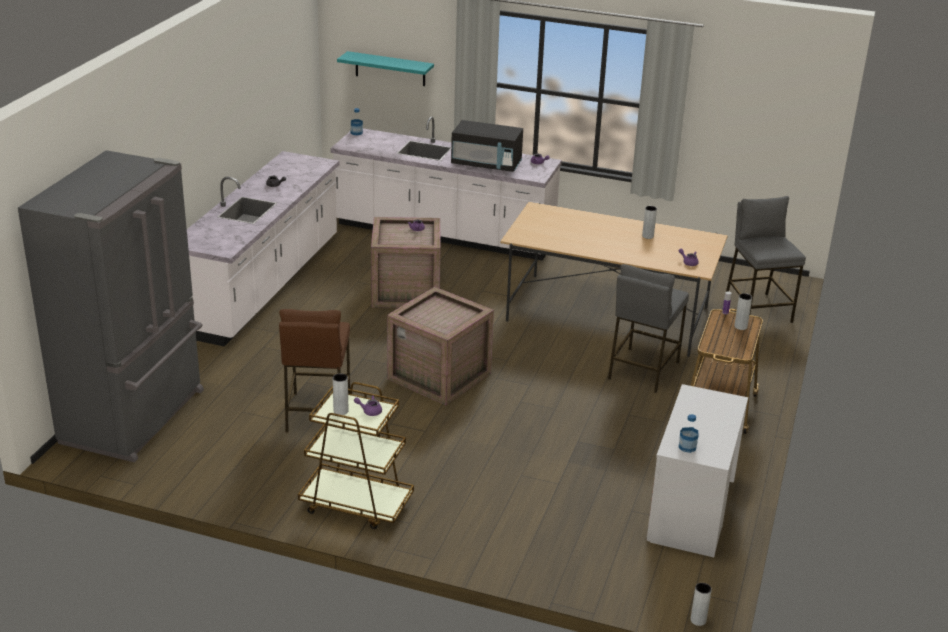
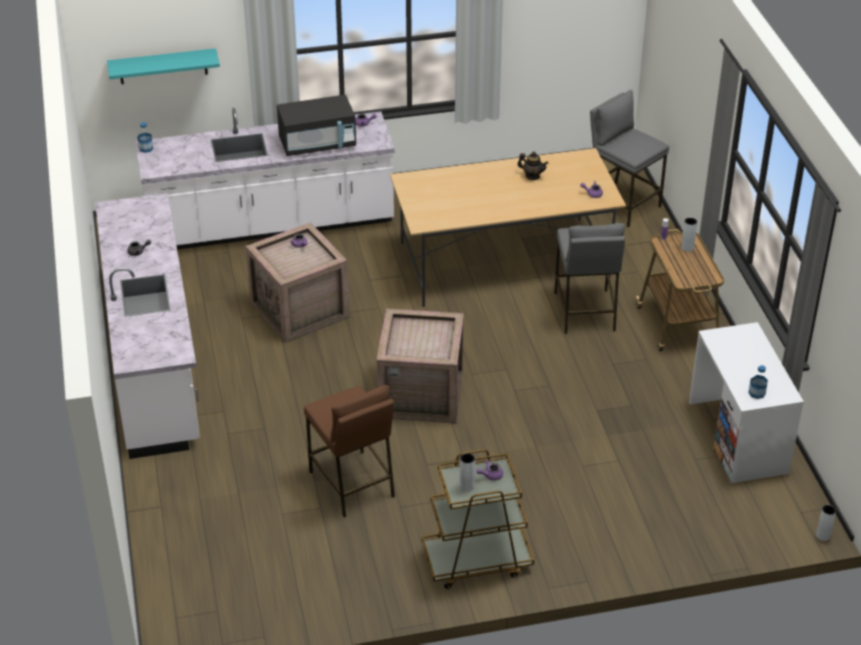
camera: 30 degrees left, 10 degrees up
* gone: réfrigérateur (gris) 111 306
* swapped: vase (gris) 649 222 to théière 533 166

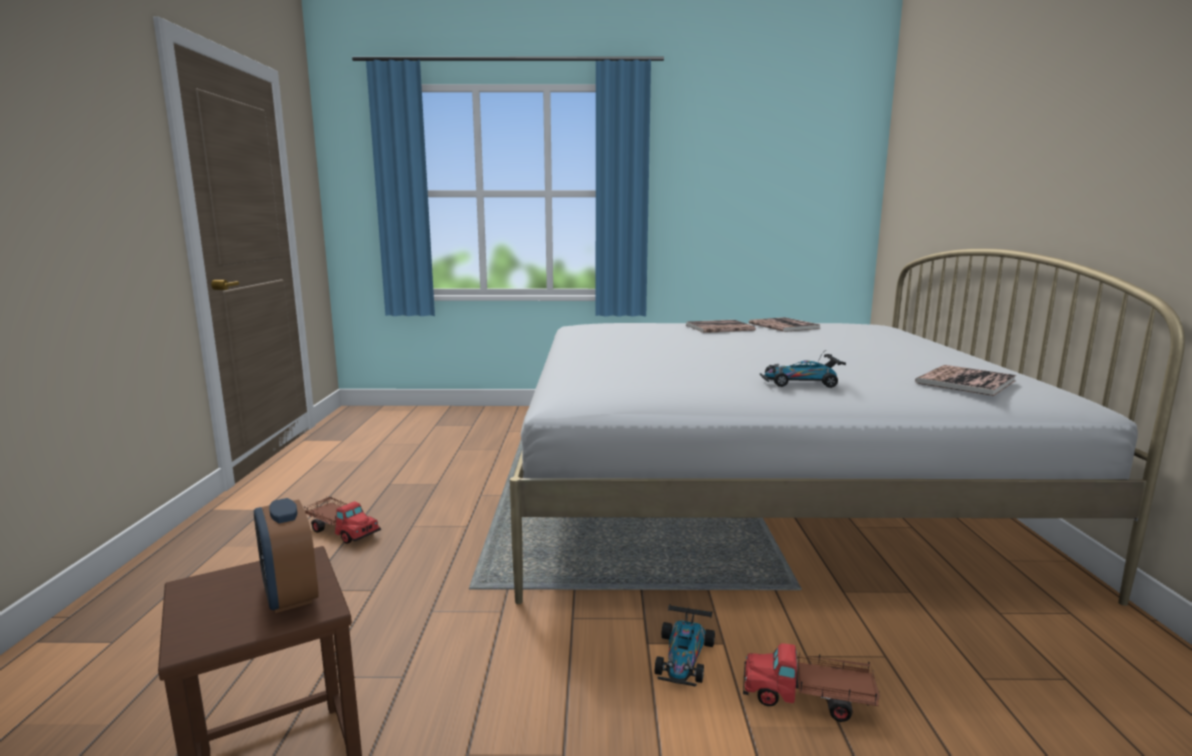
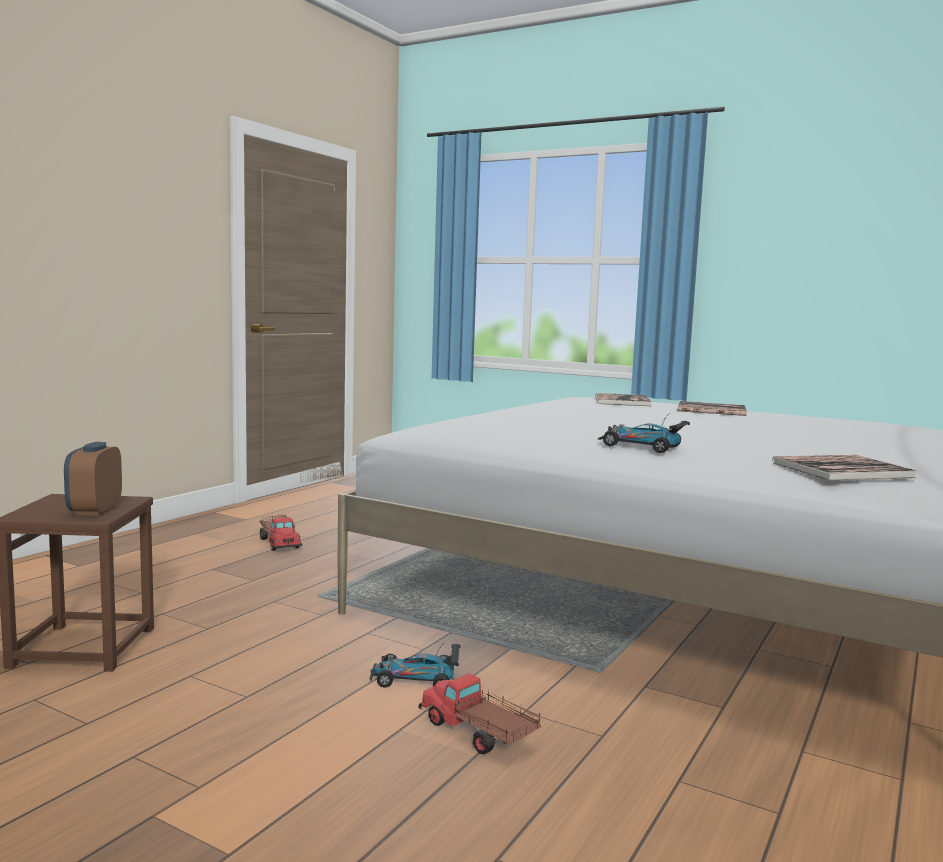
camera: 30 degrees right, 5 degrees down
* shifted: livre 785 324 to 623 399
* rotated: petite voiture 685 645 = 415 665 45 degrees clockwise

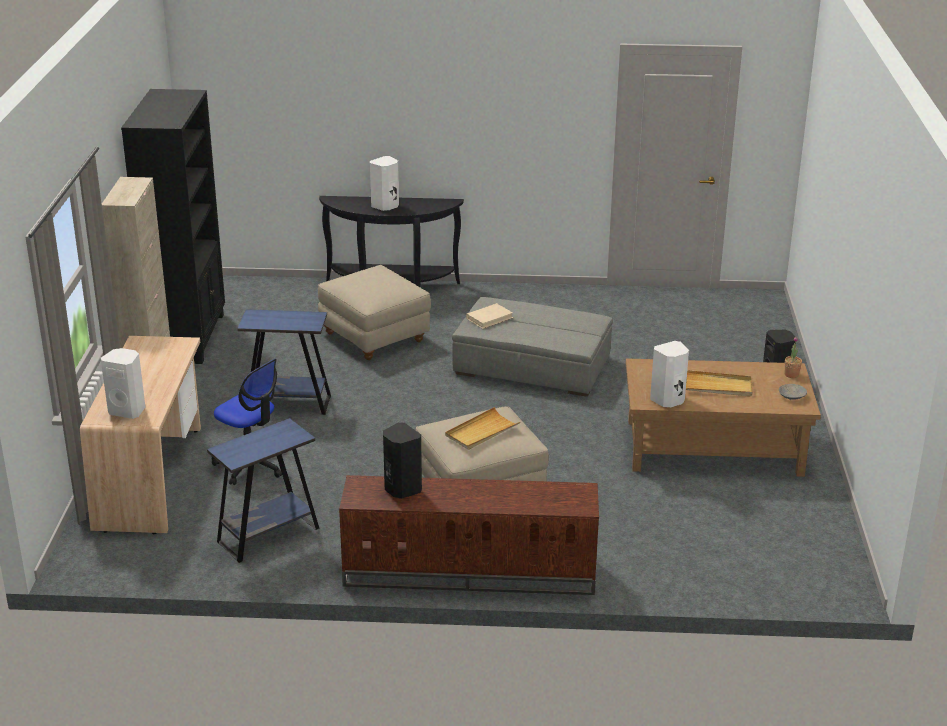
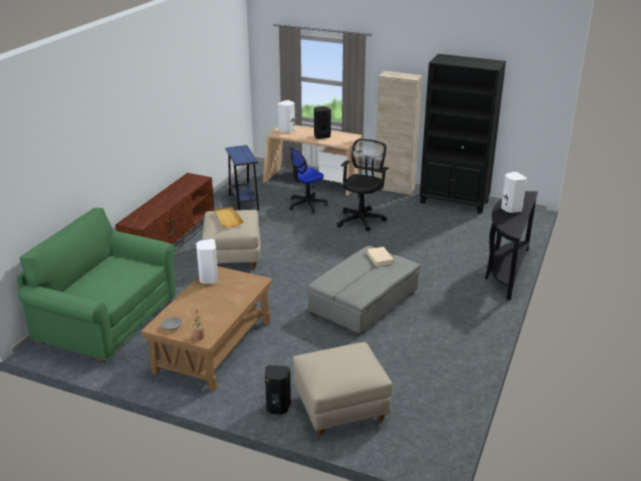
camera: 110 degrees right, 0 degrees up
* gone: plateau (beige) 719 383
* new: canapé (vert) 96 285
* shifted: pouf (beige) 374 312 to 343 388
* shifted: enceinte (noir) 402 460 to 322 122
* swapped: table d'appoint (bleu) 284 362 to chaise de bureau (noir) 363 185

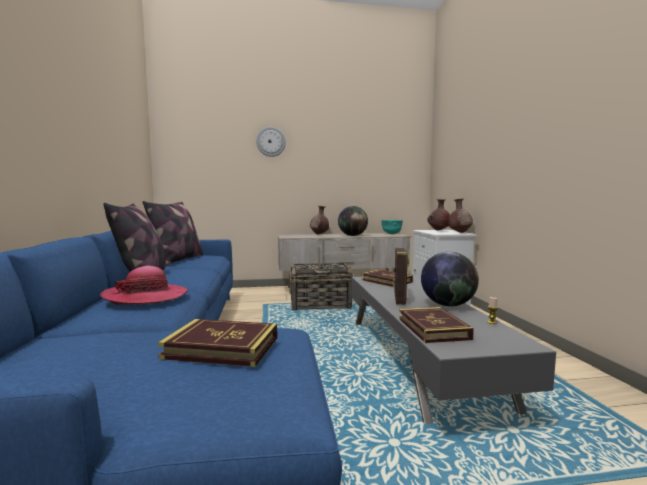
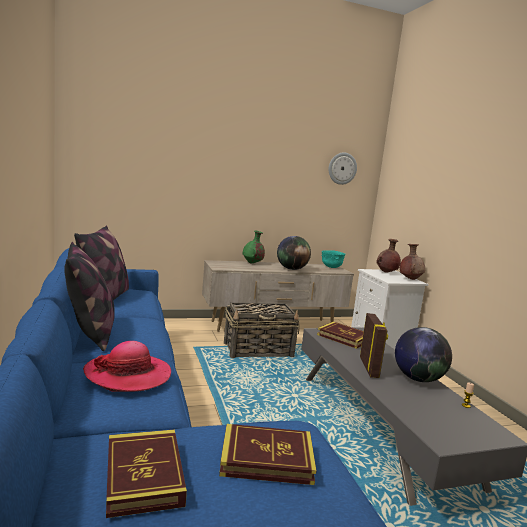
camera: 10 degrees left, 5 degrees up
* shifted: horloge murale 271 142 to 343 168
* shifted: livre 436 325 to 146 473
* repainted: vase (marron) 319 220 to vase (vert) 254 247

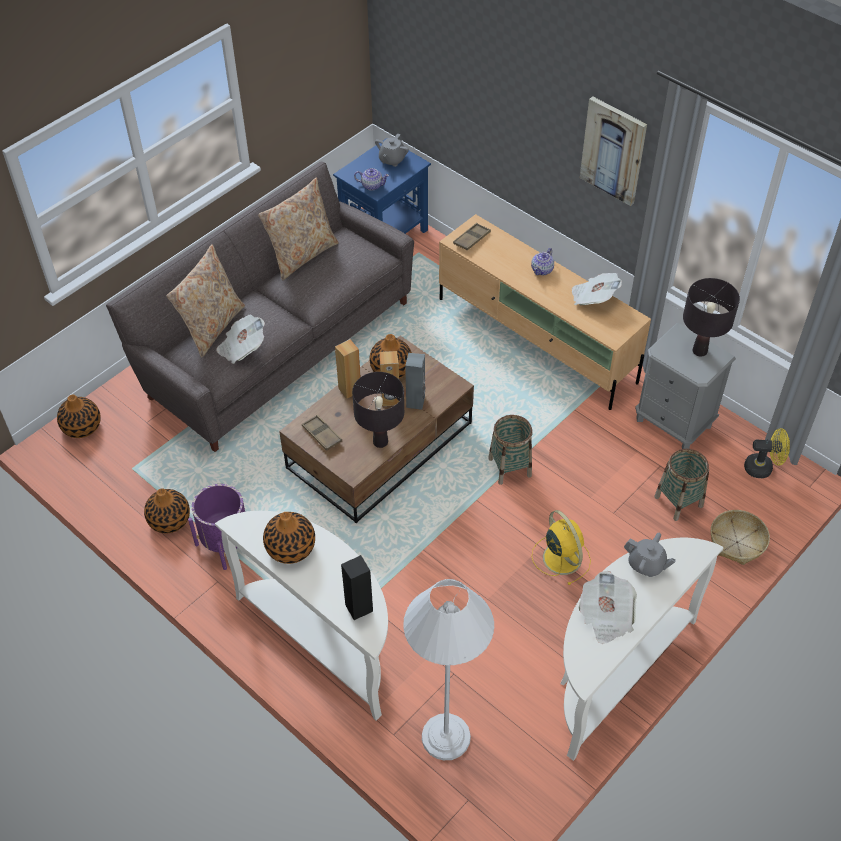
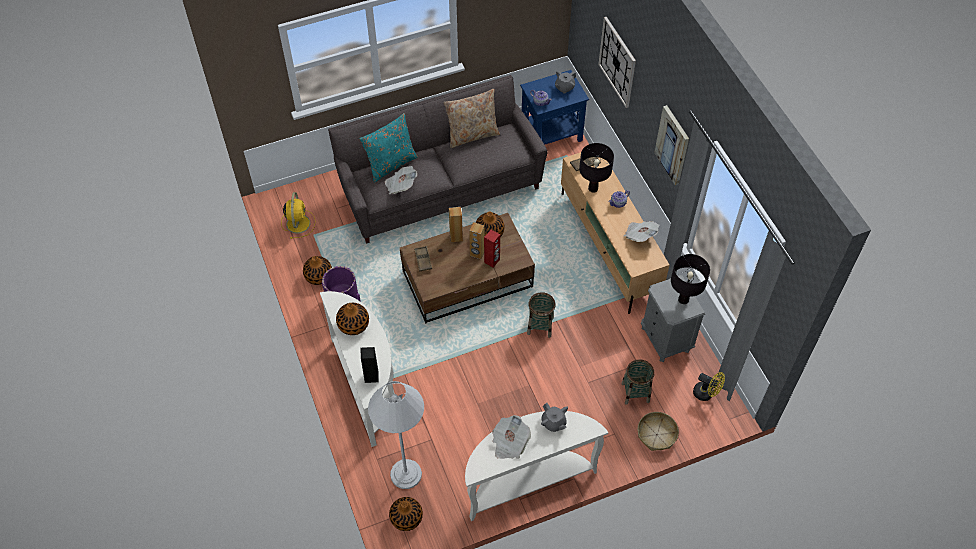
camera: 25 degrees right, 5 degrees up
* new: horloge murale 617 62
* shifted: vase 79 416 to 406 514
* shifted: lampe de table (noir) 378 410 to 596 168
* shifted: ventilateur (jaune) 561 547 to 298 215
* repainted: coussin (beige) 206 300 to coussin (turquoise) 389 148
* repainted: enceinte (gris) 415 381 to enceinte (rouge) 492 248

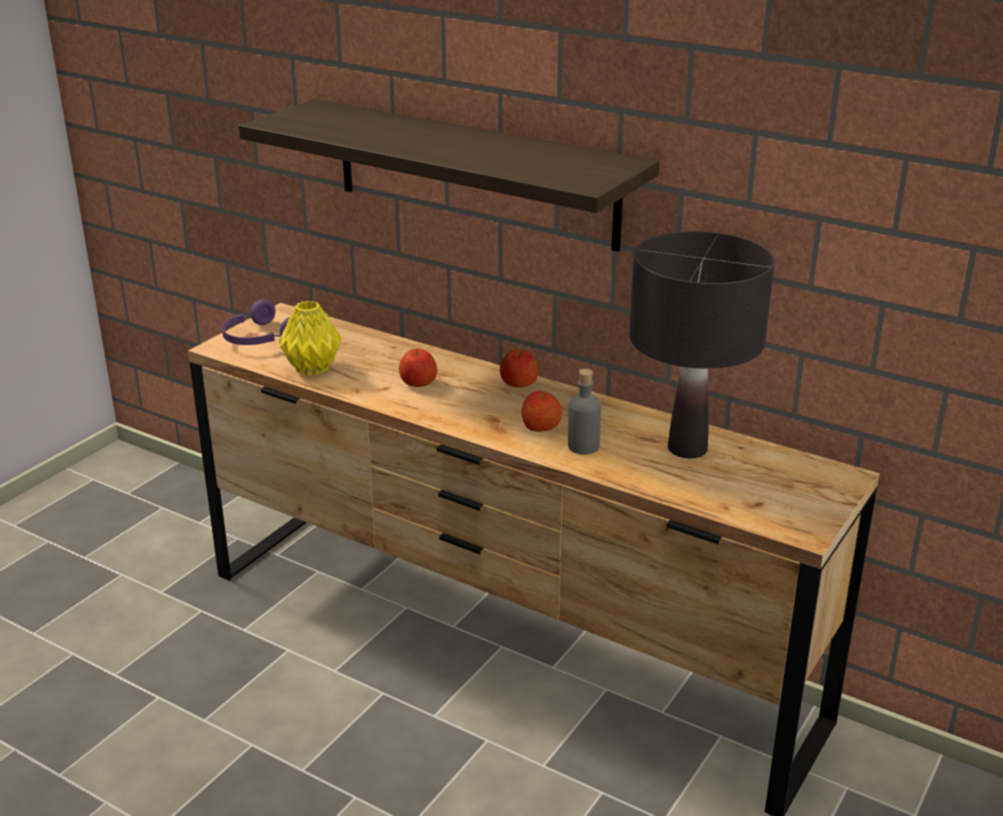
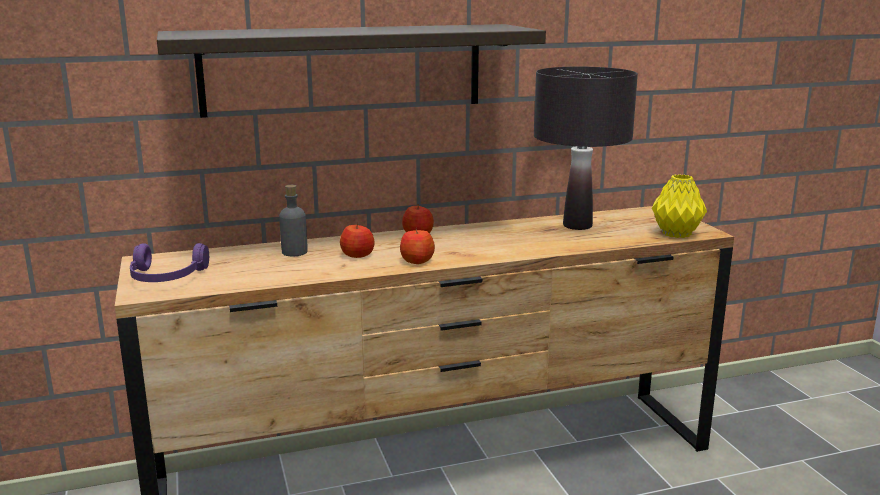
camera: 50 degrees left, 10 degrees down
* shifted: vase (jaune) 310 338 to 679 206
* shifted: pomme 541 411 to 417 246
* shifted: bouteille (gris) 584 412 to 293 220

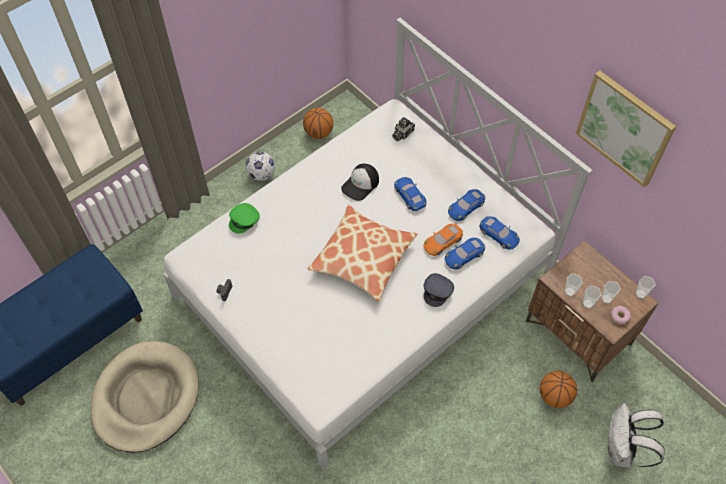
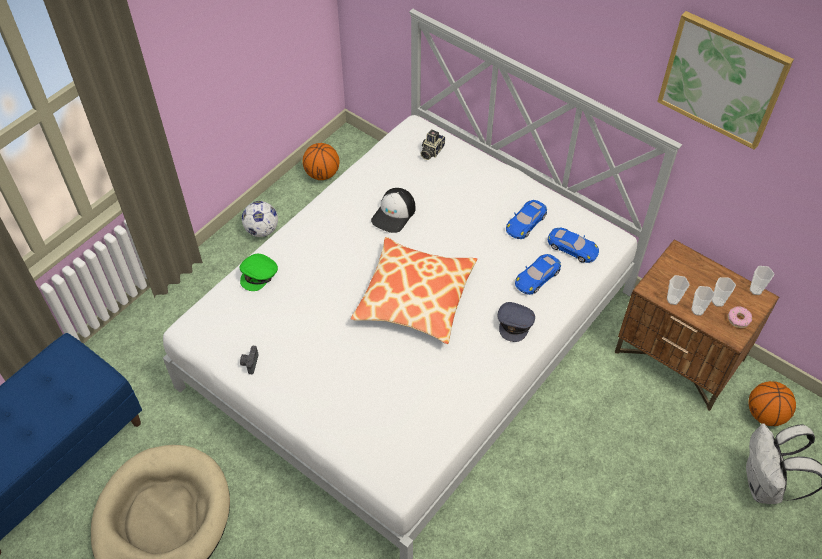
camera: 10 degrees left, 5 degrees down
* gone: petite voiture (bleu) 410 194
* gone: petite voiture (orange) 443 240
* shifted: ballon de basket 558 389 to 772 403

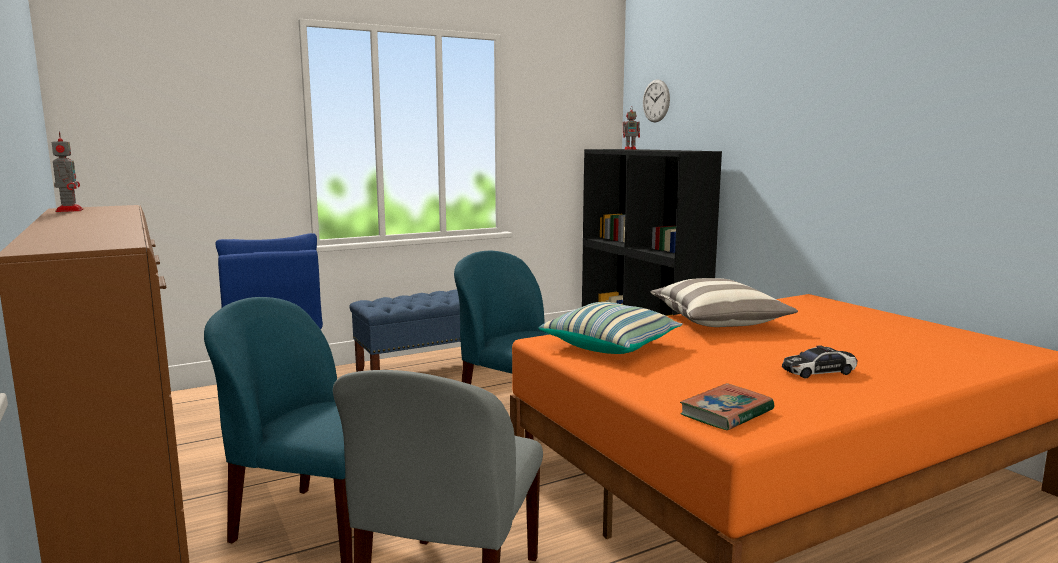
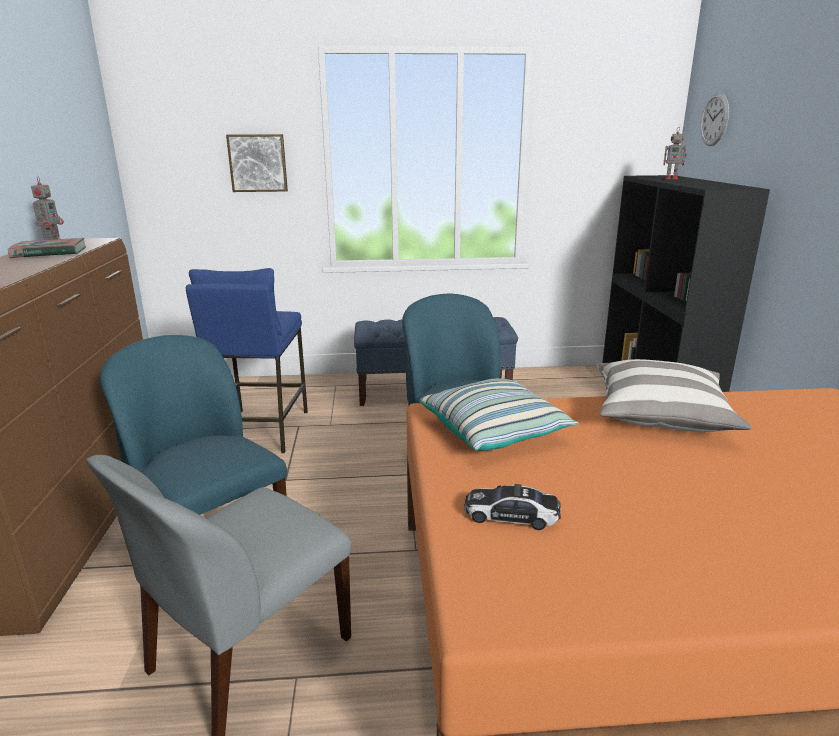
camera: 25 degrees right, 10 degrees up
* new: tableau 257 163
* shifted: livre 727 406 to 47 248
* shifted: petite voiture 819 362 to 512 507

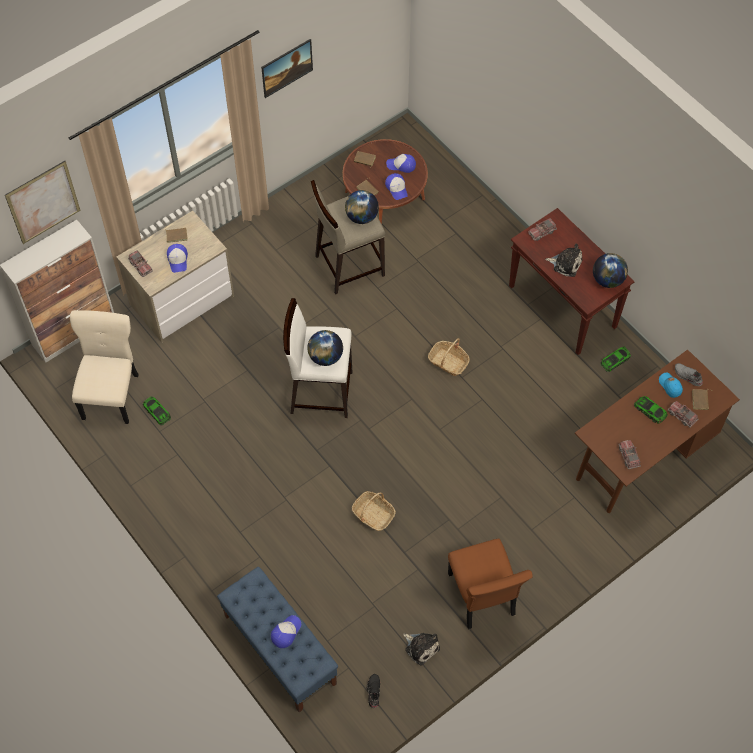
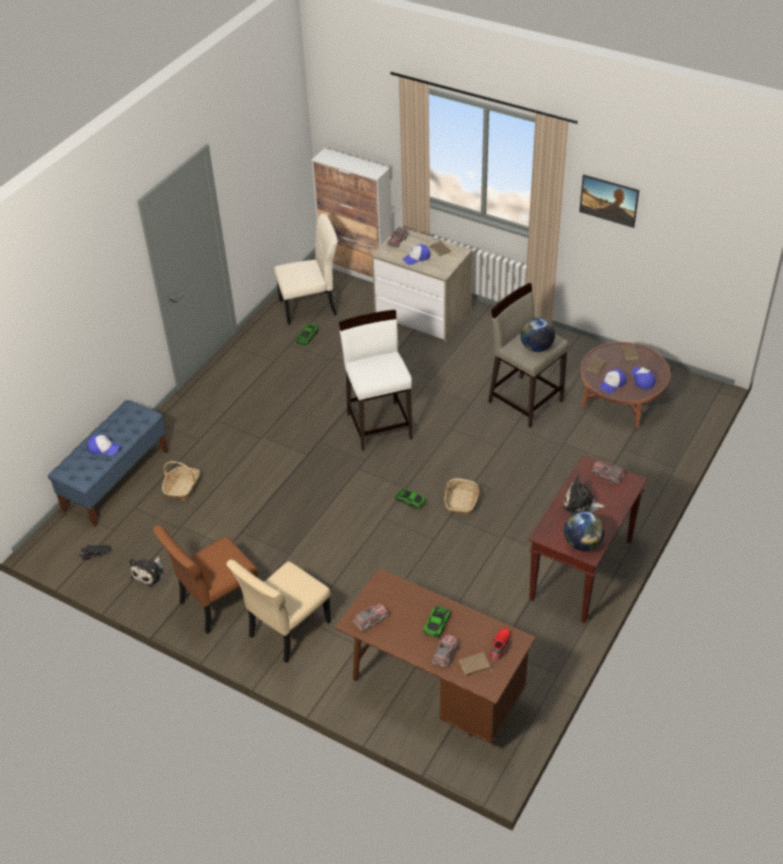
camera: 70 degrees right, 15 degrees down
* gone: tableau 42 202
* gone: globe 325 348
* gone: casquette (bleu) 671 385
* new: chaise (beige) 278 611
* shifted: panier 374 511 to 181 481
* shifted: petite voiture 616 359 to 411 498
* repainted: chaussure (gris) 689 374 to chaussure (rouge) 500 644
* rotated: peluche 564 260 = 584 495 105 degrees clockwise

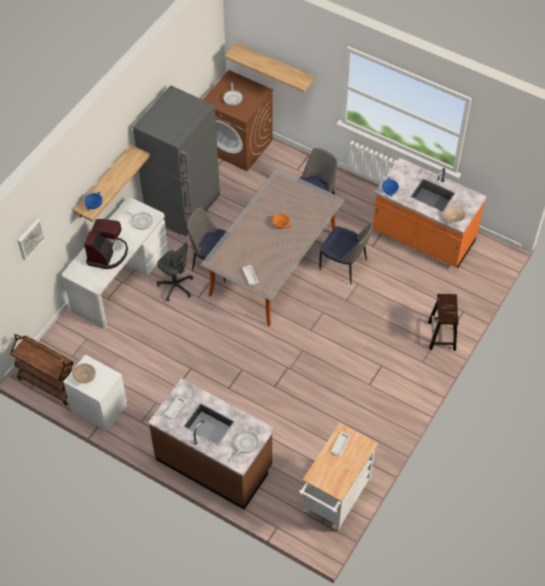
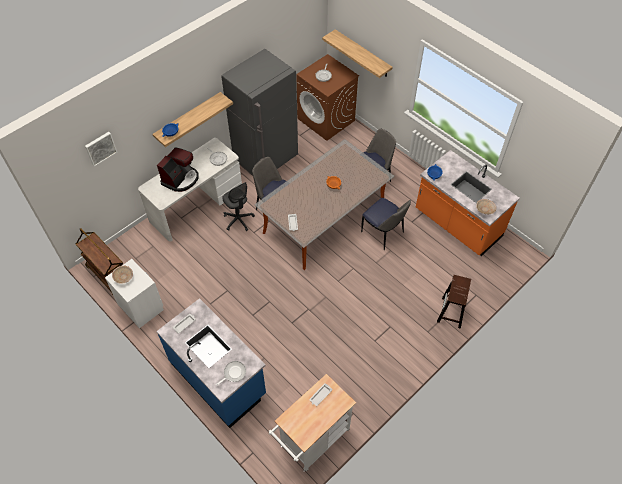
camera: 15 degrees right, 0 degrees up
* repainted: comptoir de cuisine (marron) 211 443 to comptoir de cuisine (bleu) 211 363

